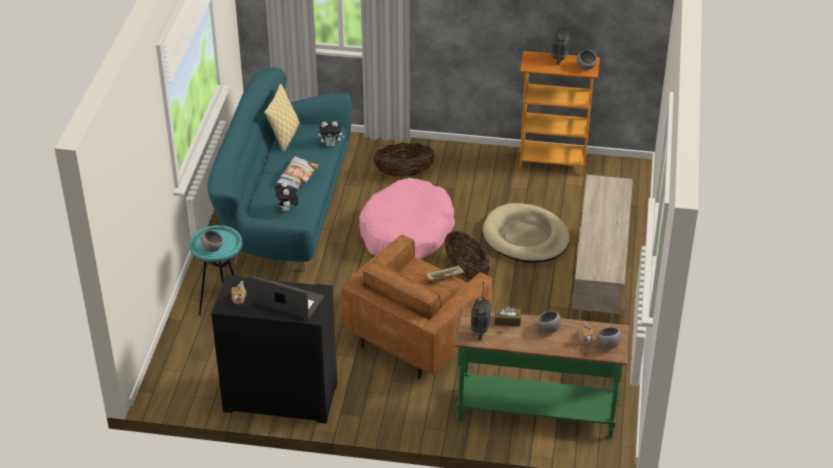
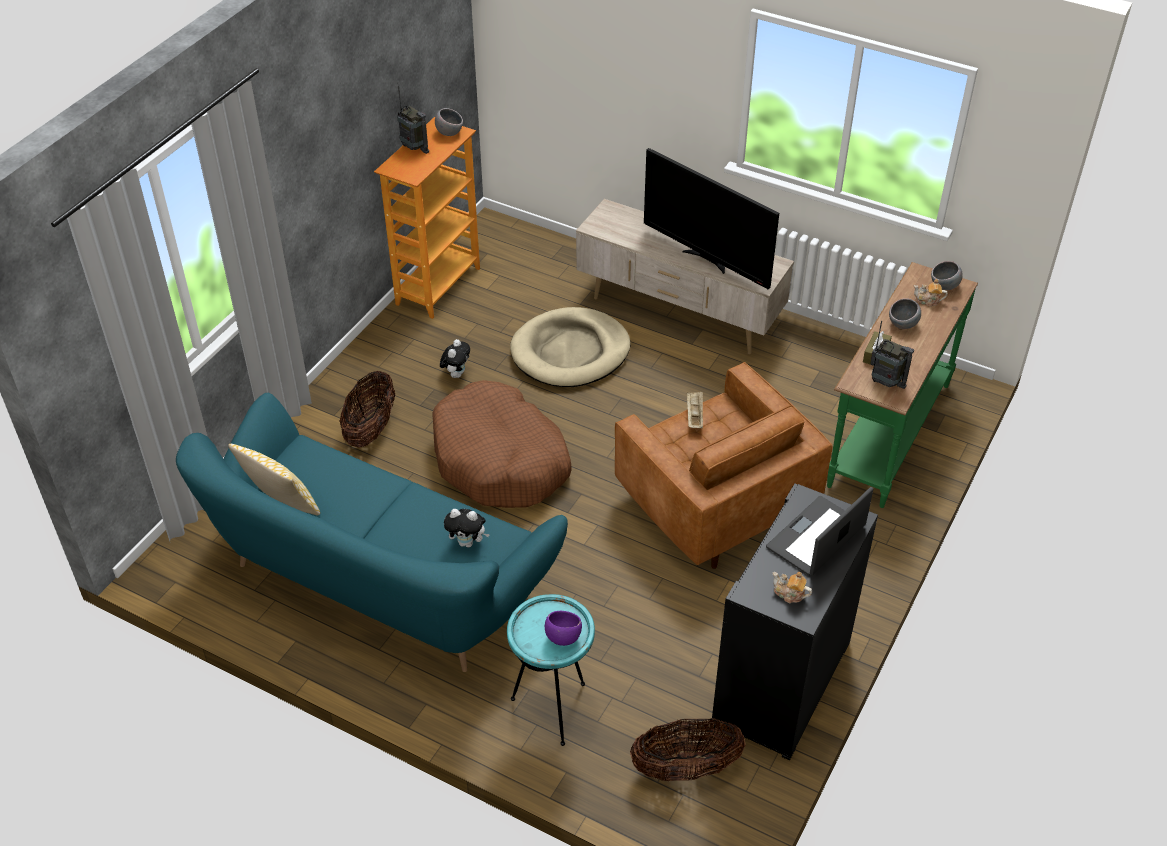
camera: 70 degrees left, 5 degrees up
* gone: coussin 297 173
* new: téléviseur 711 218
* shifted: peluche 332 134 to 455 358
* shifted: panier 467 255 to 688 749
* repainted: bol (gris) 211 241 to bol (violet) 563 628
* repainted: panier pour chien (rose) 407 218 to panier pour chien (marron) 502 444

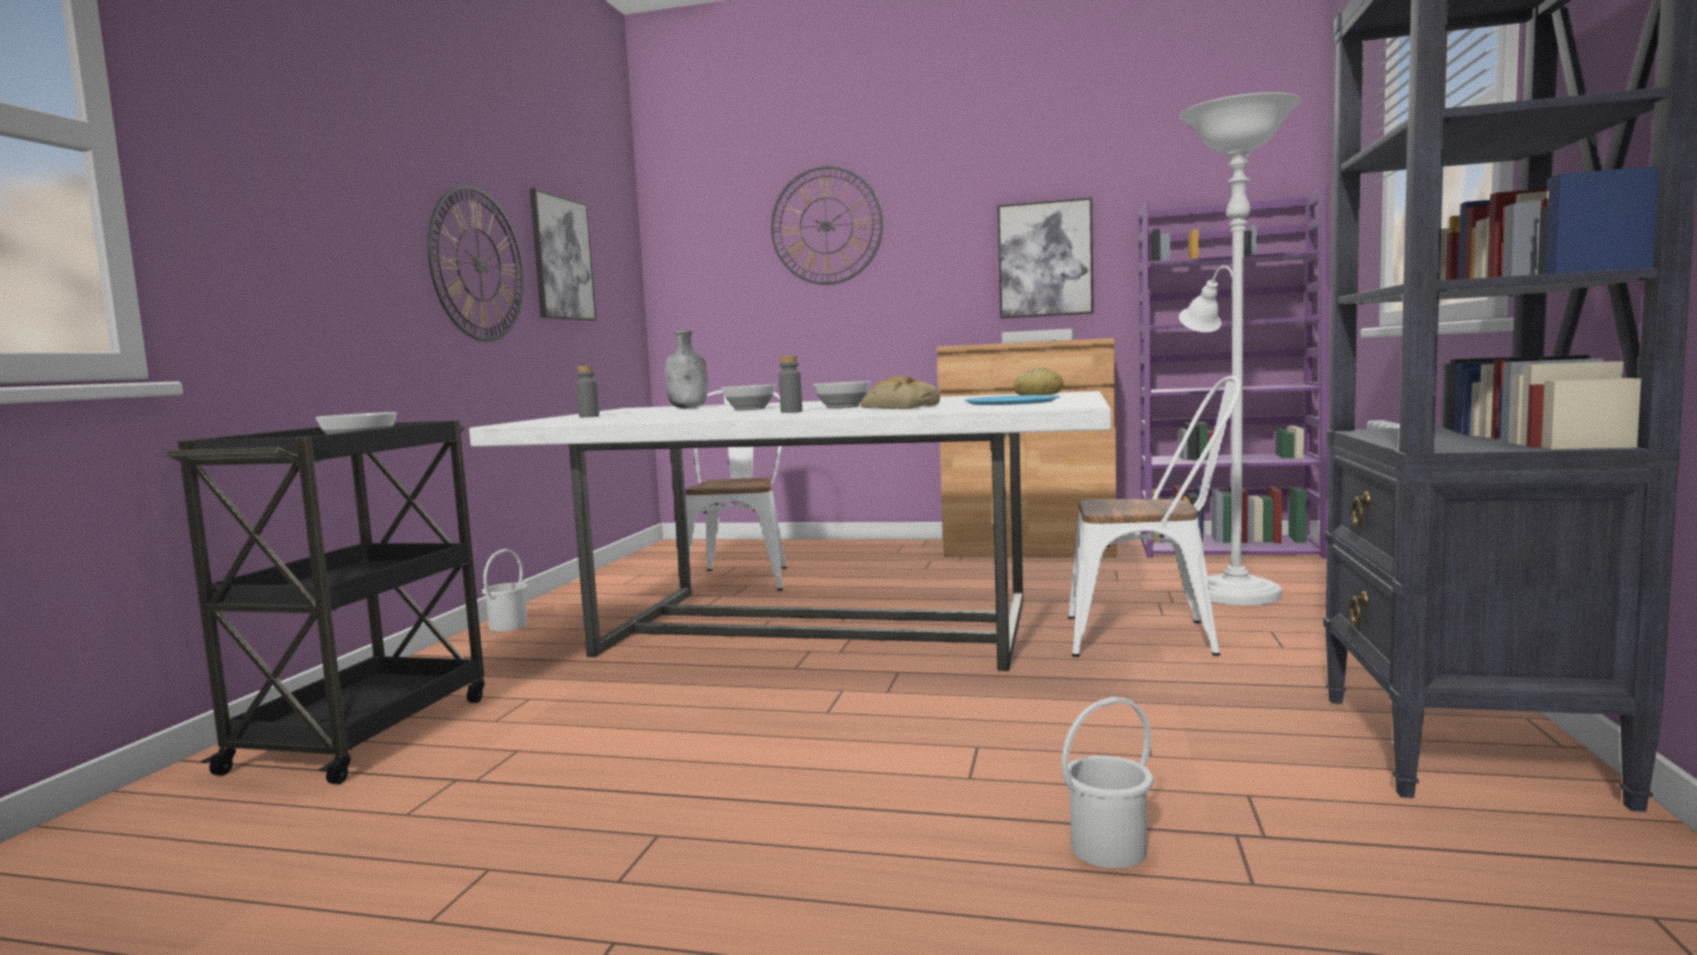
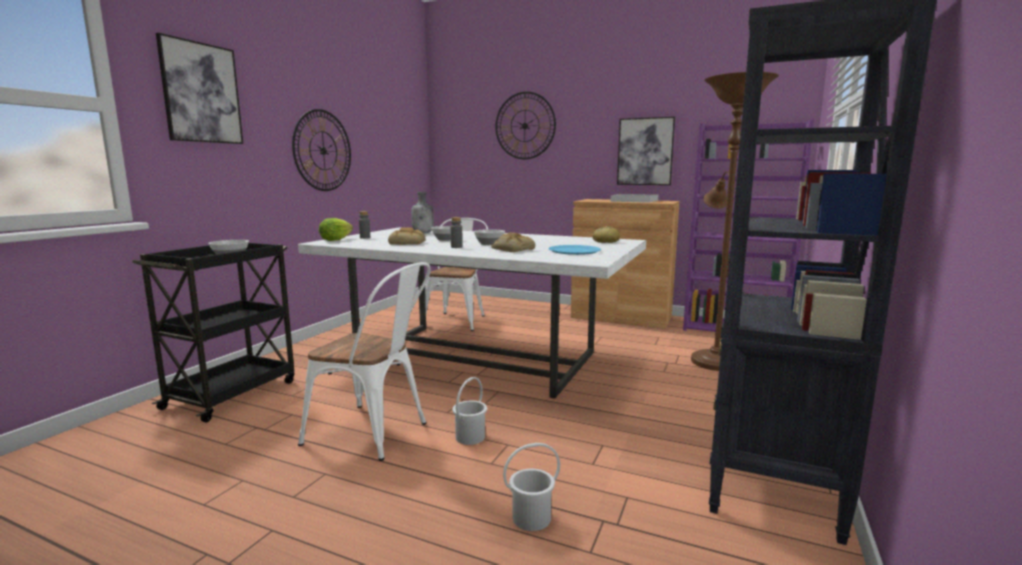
camera: 10 degrees right, 5 degrees up
* new: laitue 336 229
* new: pain 406 236
* shifted: seau (blanc) 505 590 to 469 411
* shifted: tableau 563 254 to 199 88
* shifted: chaise (blanc) 1155 516 to 364 361
* repainted: lampadaire (blanc) 1240 348 to lampadaire (marron) 735 221

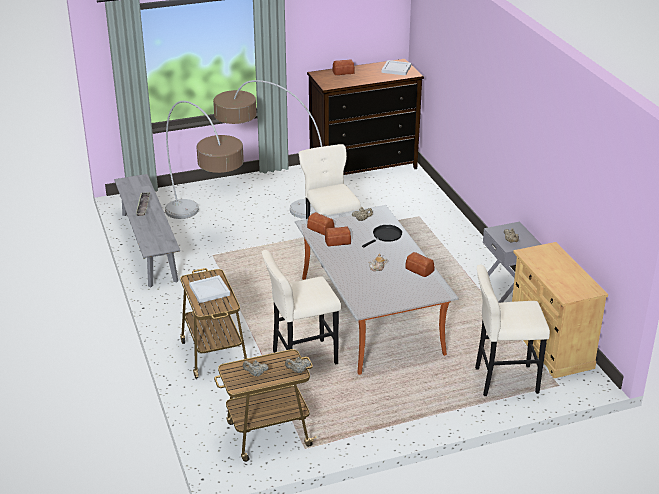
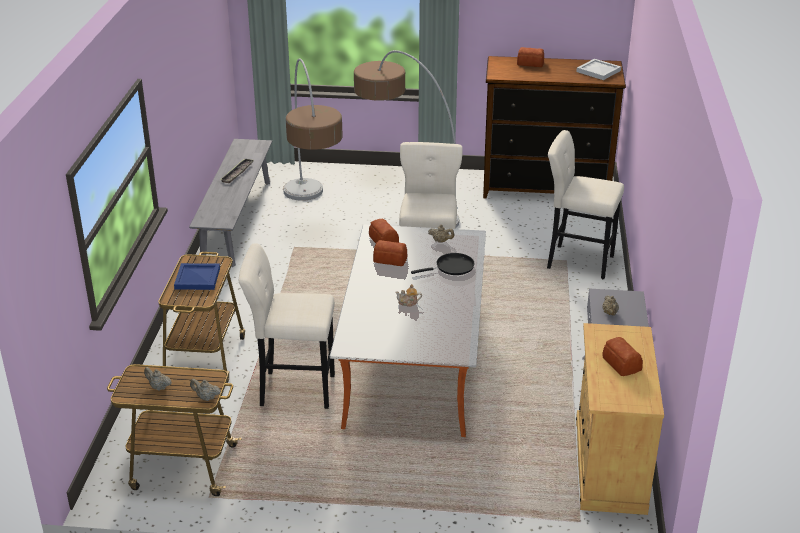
camera: 25 degrees right, 0 degrees up
* shifted: pain 419 264 to 622 356
* shifted: tabouret (beige) 512 330 to 585 204
* repainted: plateau (blanc) 209 289 to plateau (bleu) 197 276

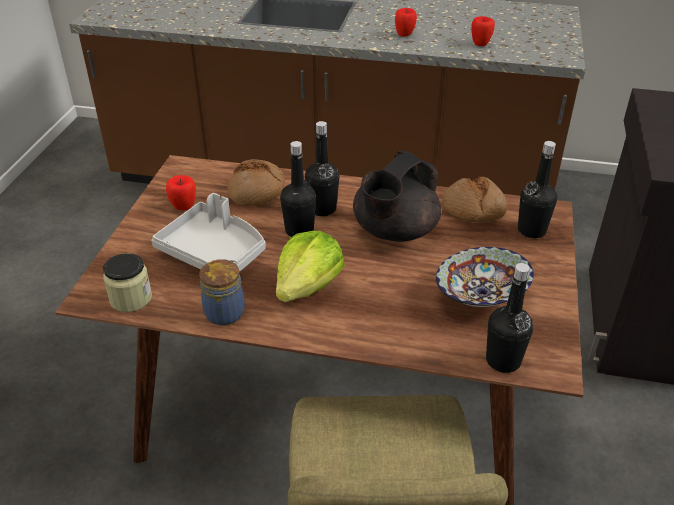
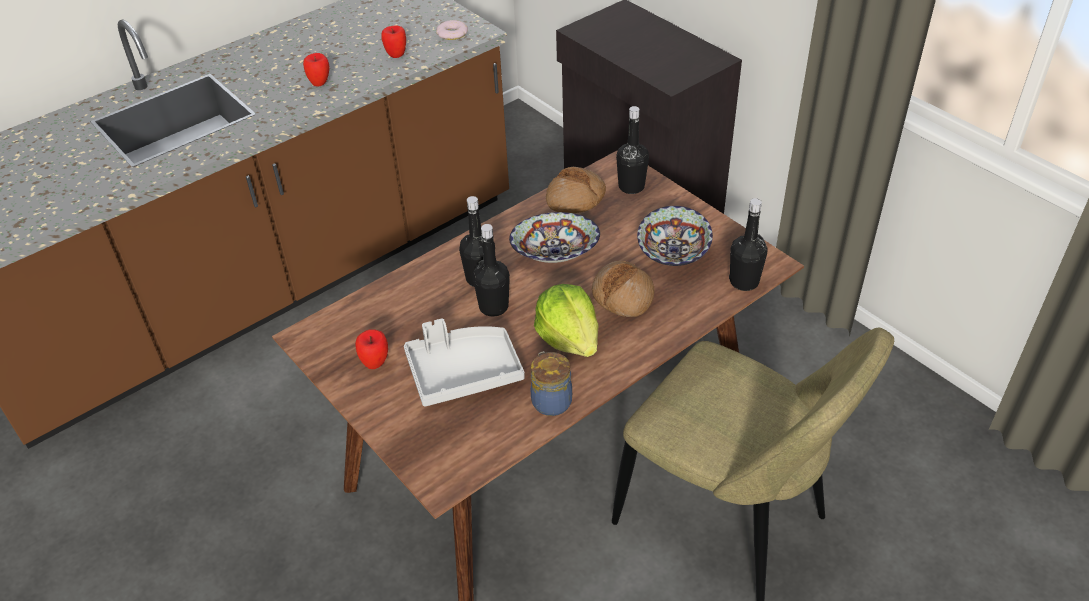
camera: 50 degrees left, 5 degrees up
* gone: bocal 127 282
* new: beignet 452 30
* shifted: pain 256 182 to 623 289
* swapped: théière (noir) 397 196 to bol 554 237

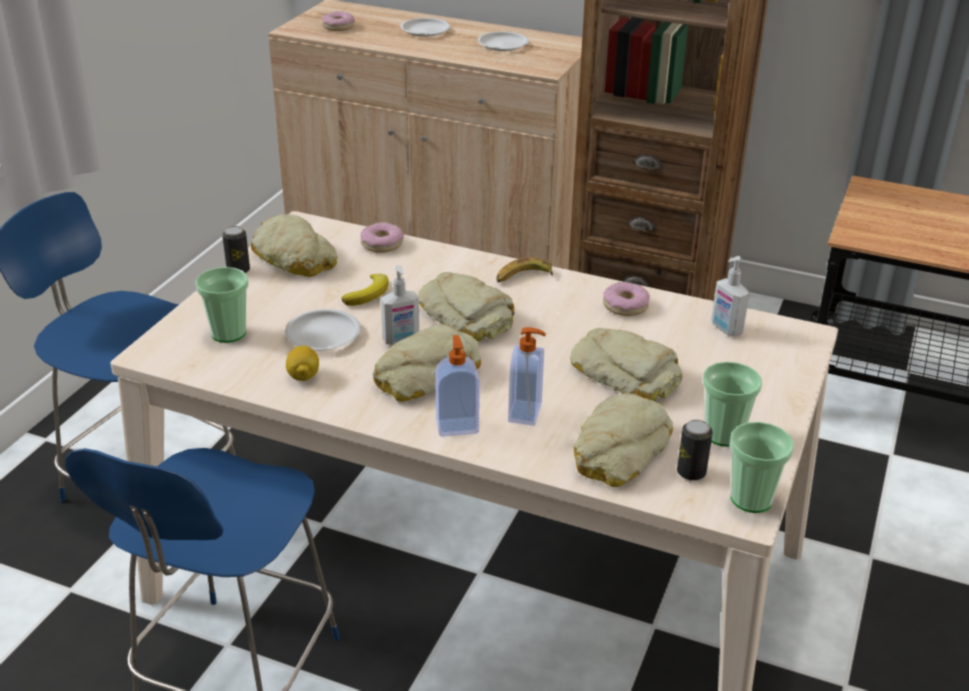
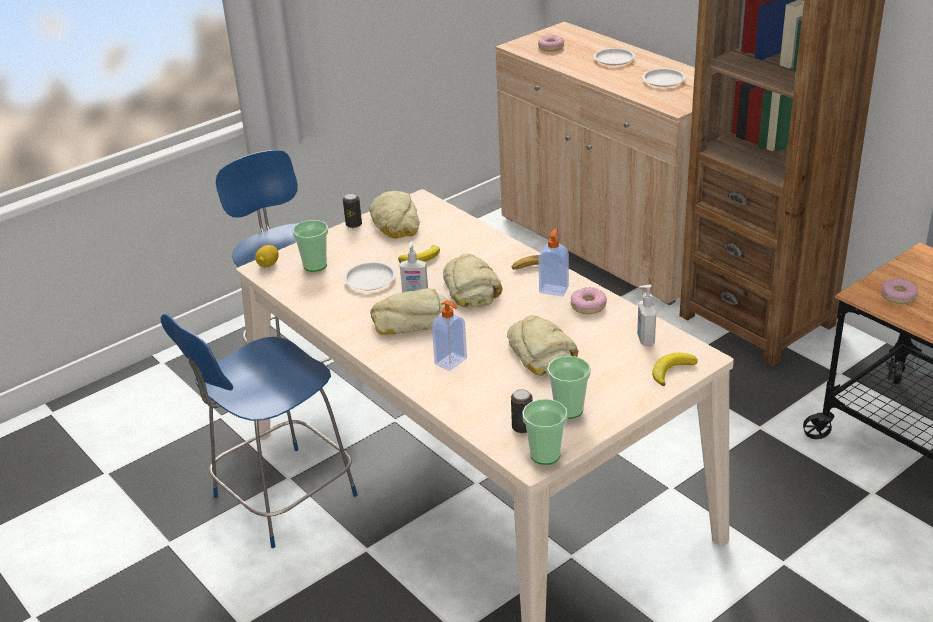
camera: 30 degrees right, 0 degrees up
* gone: pain 623 439
* new: banane 674 369
* shifted: citron 302 363 to 266 256
* shifted: beignet 382 237 to 899 291
* shifted: distributeur de savon 457 385 to 554 262

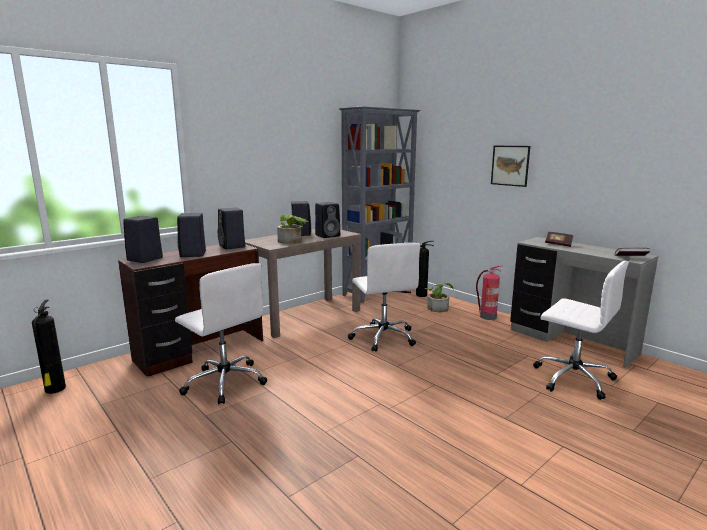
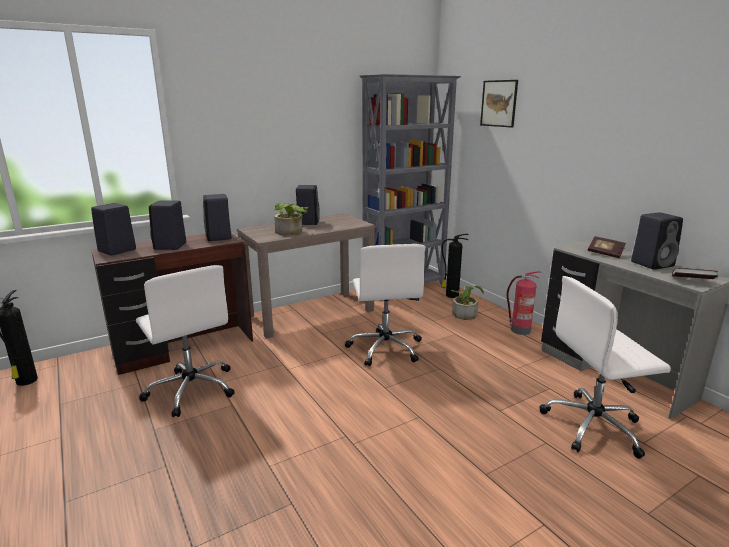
camera: 10 degrees right, 5 degrees up
* shifted: enceinte (noir) 327 220 to 657 241
* shifted: tableau 510 166 to 499 104
* rotated: chaise de bureau (blanc) 581 330 = 605 367 120 degrees clockwise

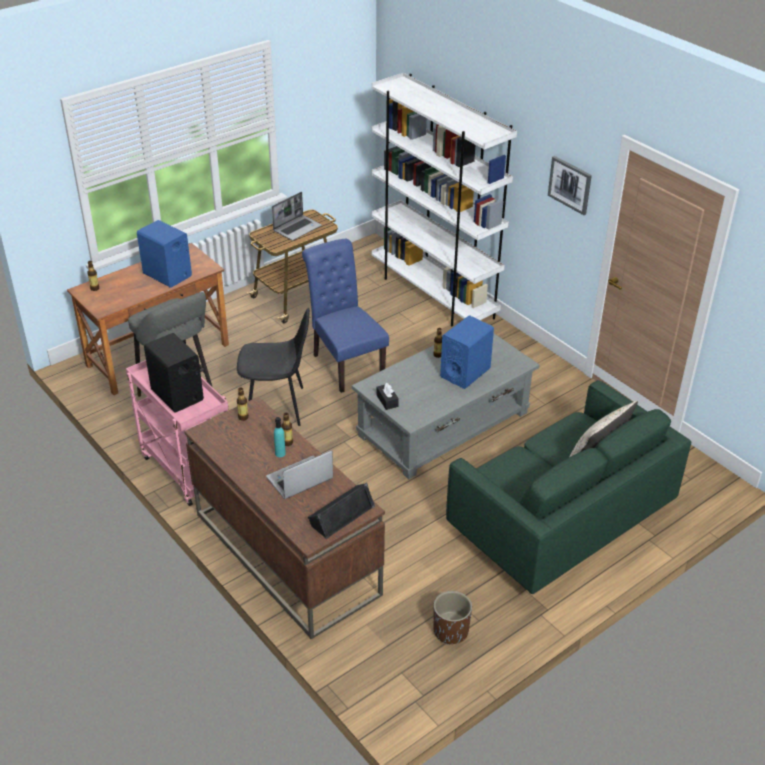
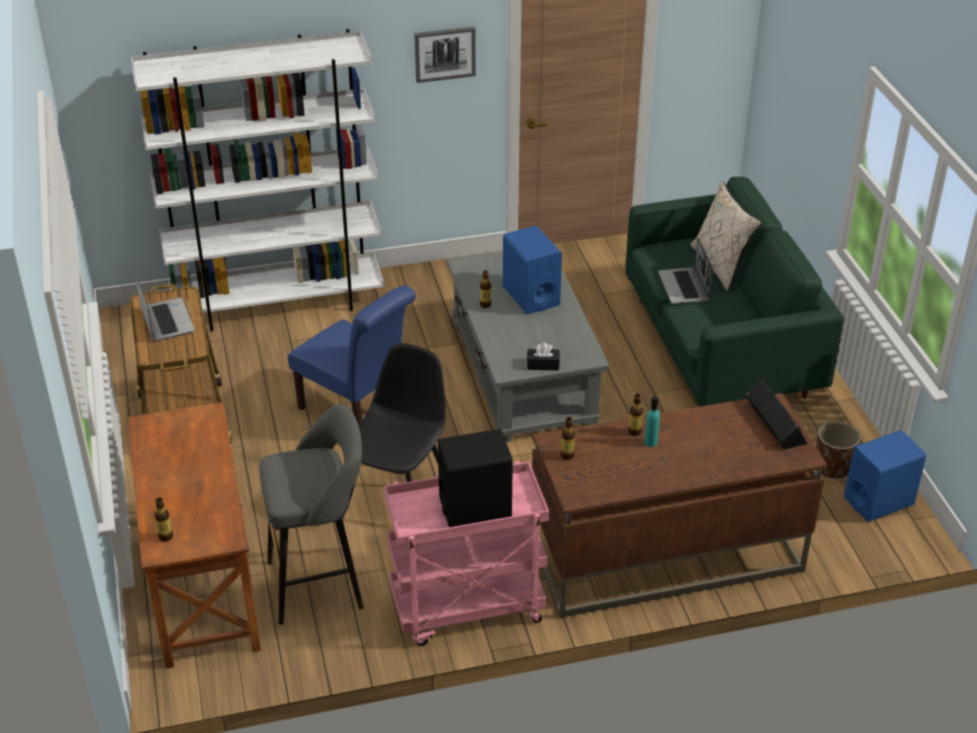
camera: 65 degrees left, 0 degrees up
* shifted: enceinte (bleu) 164 254 to 885 476
* shifted: ordinateur portable 299 474 to 685 271
* rotated: chaise (bleu) 345 316 = 352 355 135 degrees counterclockwise

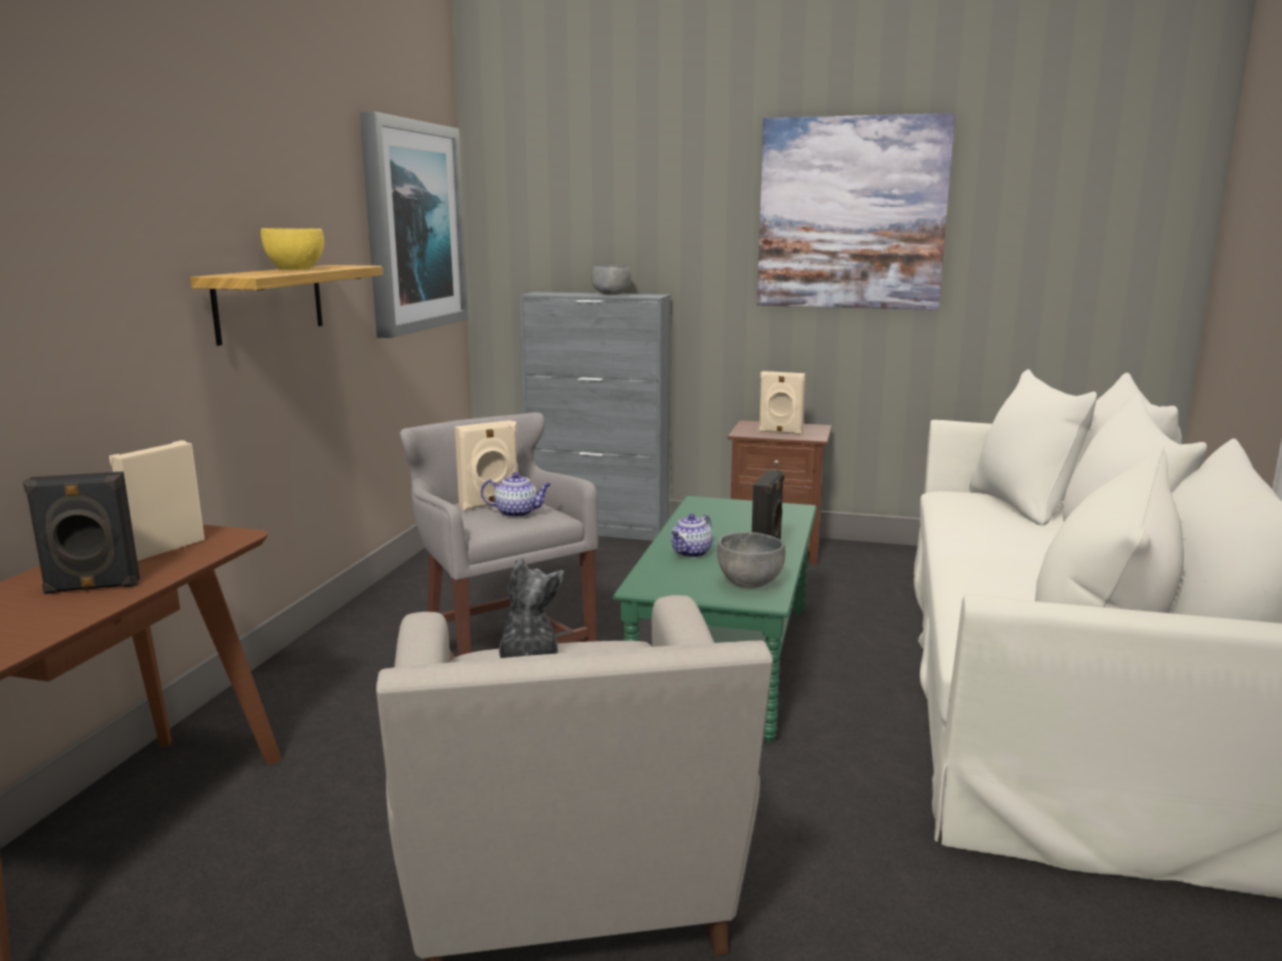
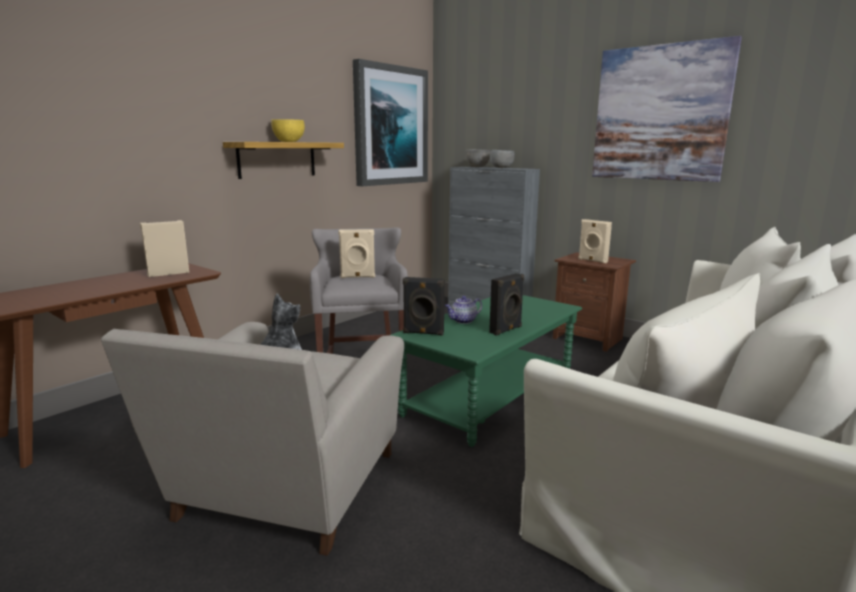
camera: 25 degrees right, 0 degrees up
* gone: théière 516 494
* shifted: enceinte (noir) 81 532 to 424 306
* shifted: bol (gris) 751 560 to 478 158

